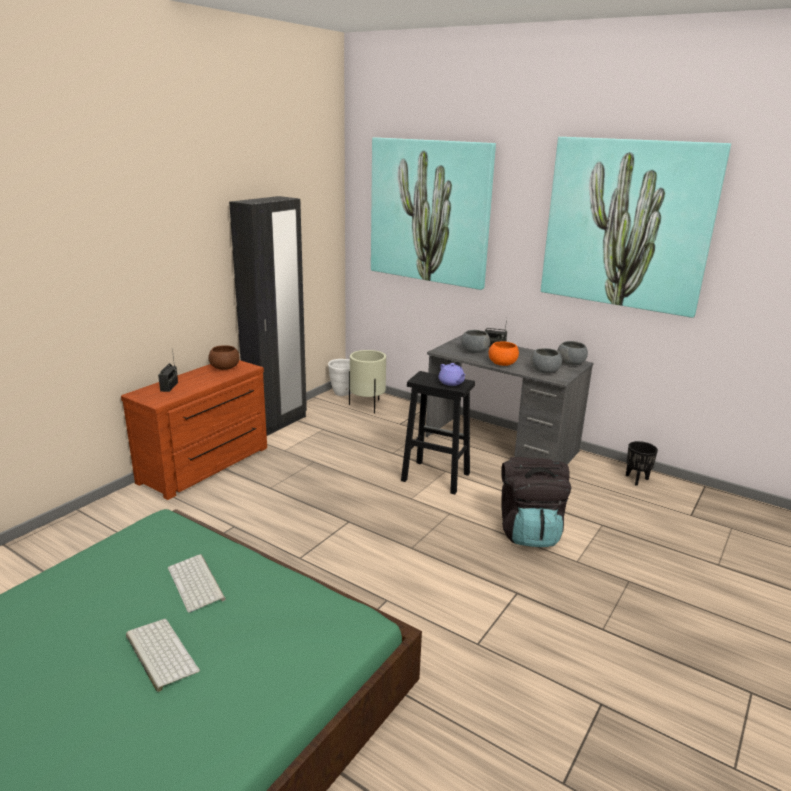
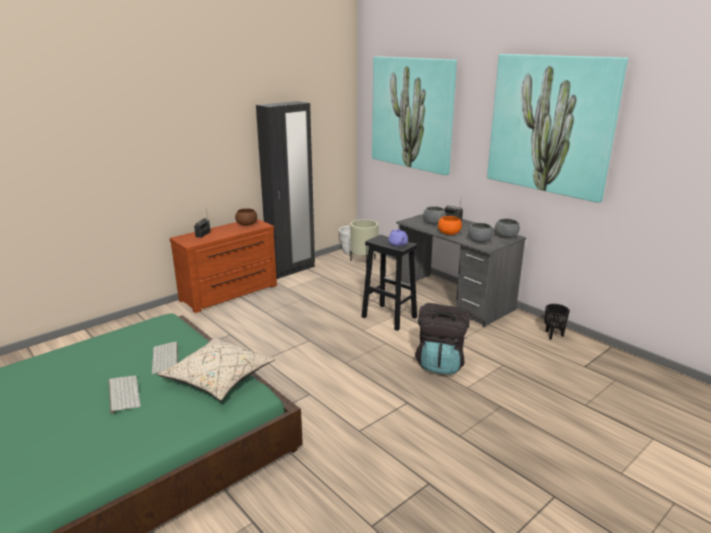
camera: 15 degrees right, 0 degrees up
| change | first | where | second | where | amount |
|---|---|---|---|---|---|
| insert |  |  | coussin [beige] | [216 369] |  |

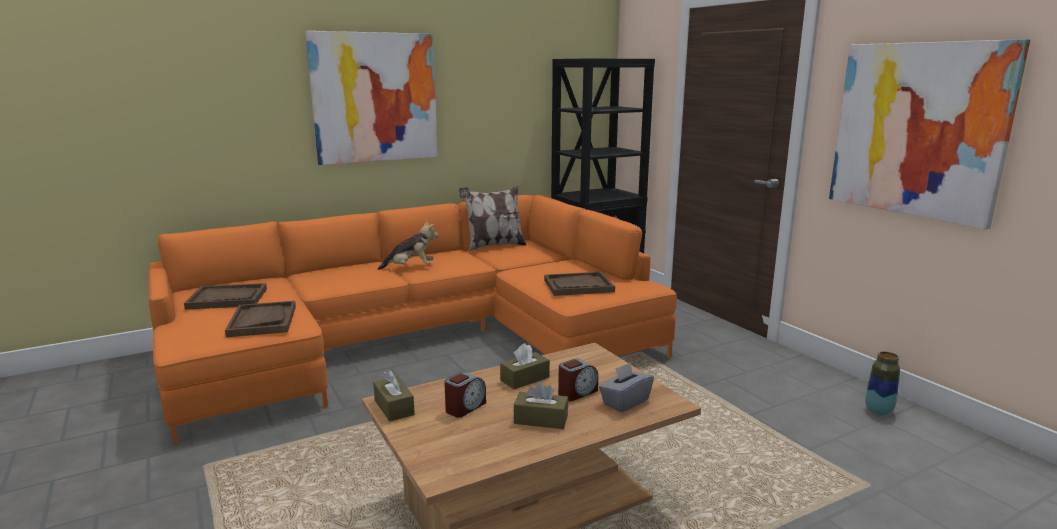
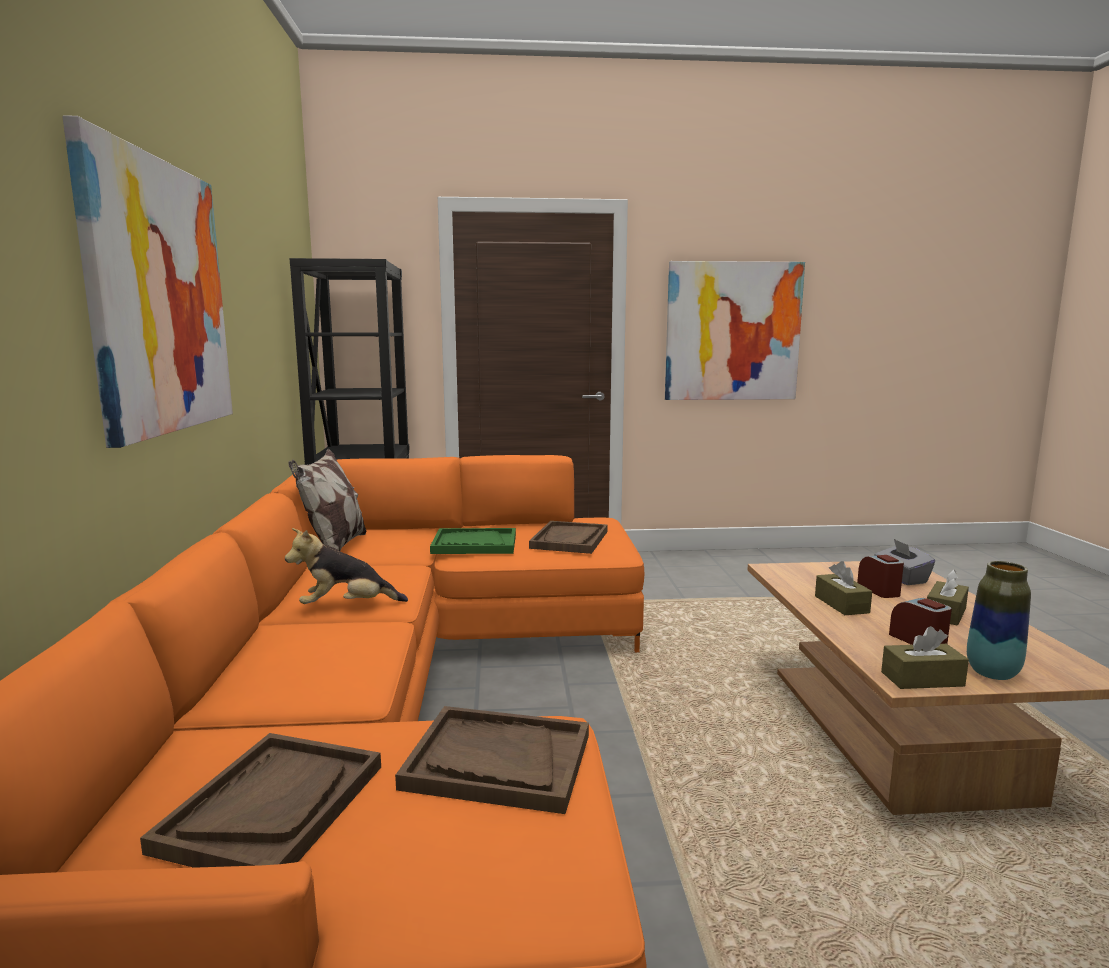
camera: 65 degrees left, 5 degrees down
| change | first | where | second | where | amount |
|---|---|---|---|---|---|
| rotate | peluche | [408 245] |  | [346 566] | 120 degrees counterclockwise |
| move | vase | [882 383] |  | [999 620] |  |
| insert |  |  | plateau [vert] | [473 541] |  |

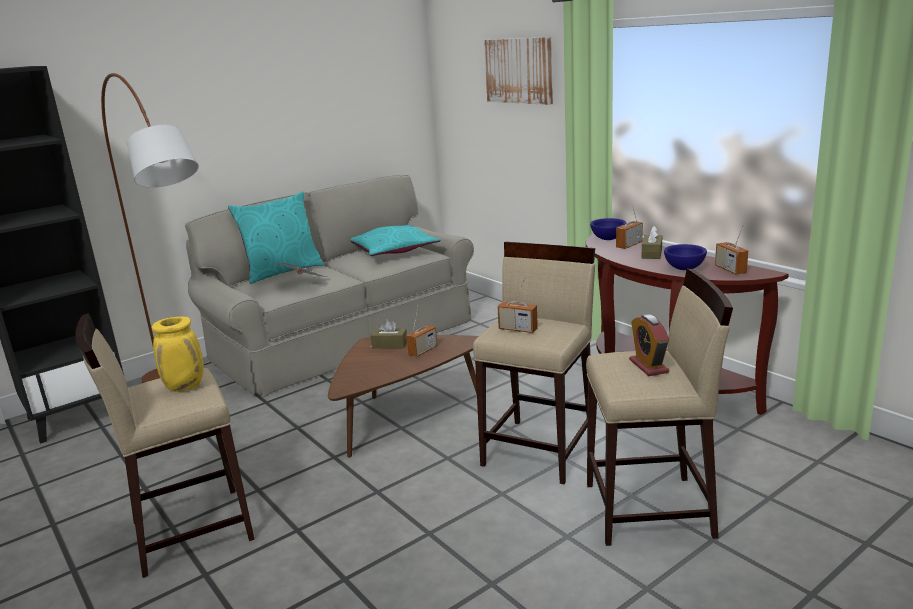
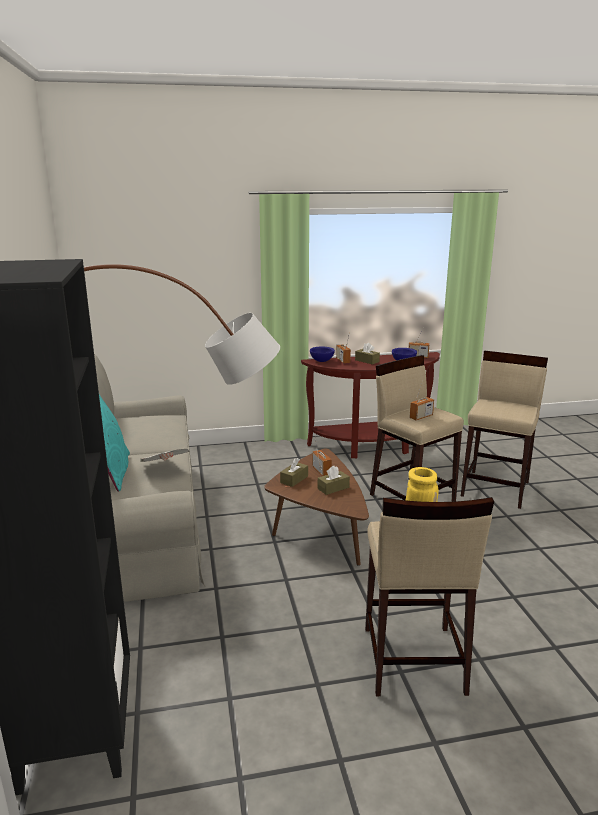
camera: 65 degrees left, 0 degrees up
| change | first | where | second | where | amount |
|---|---|---|---|---|---|
| delete | coussin [turquoise] | [395 240] |  |  |  |
| delete | tableau | [518 71] |  |  |  |
| delete | réveil | [649 345] |  |  |  |
| insert |  |  | boîte à mouchoirs [marron] | [334 480] |  |

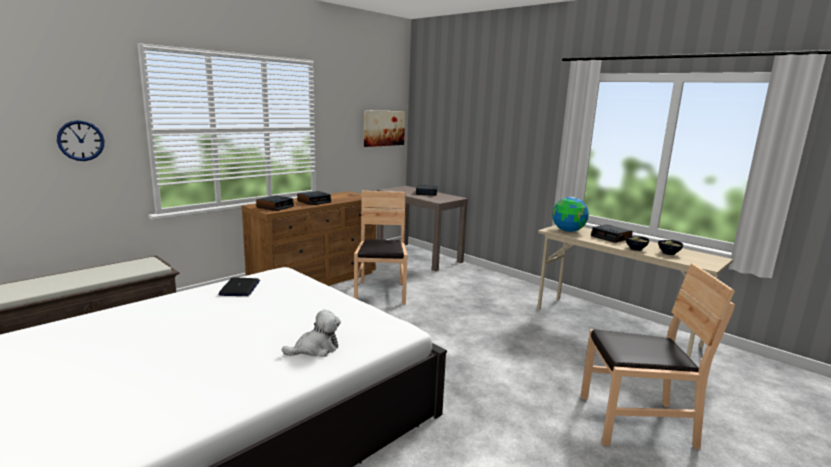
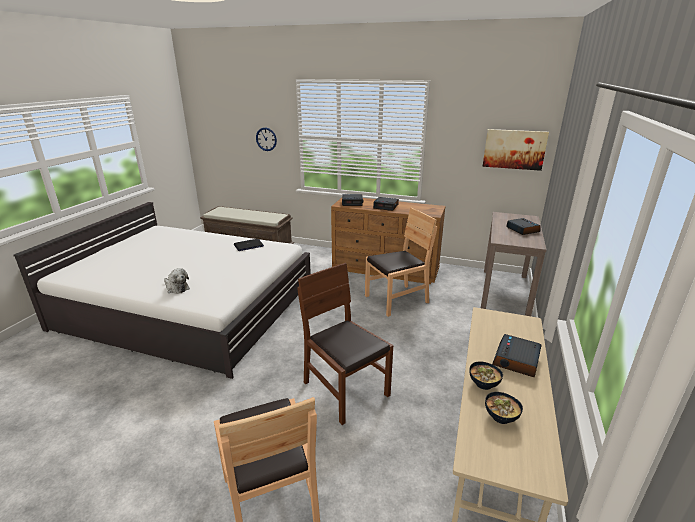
camera: 65 degrees right, 10 degrees up
| change | first | where | second | where | amount |
|---|---|---|---|---|---|
| delete | globe | [570 214] |  |  |  |
| insert |  |  | chaise [marron] | [345 344] |  |

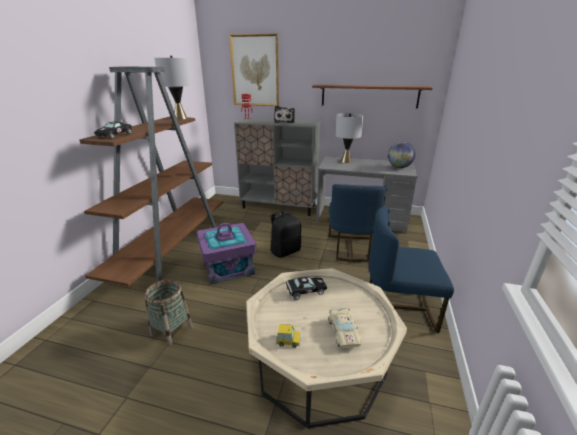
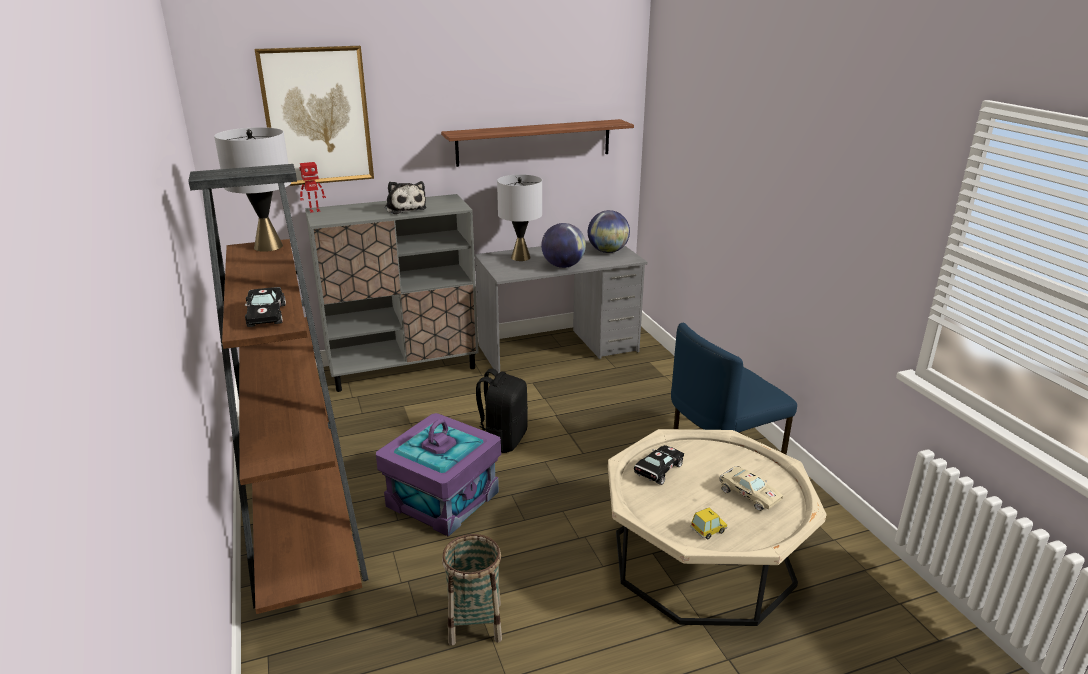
camera: 35 degrees left, 0 degrees up
| change | first | where | second | where | amount |
|---|---|---|---|---|---|
| delete | chaise [bleu] | [358 223] |  |  |  |
| insert |  |  | globe | [563 245] |  |

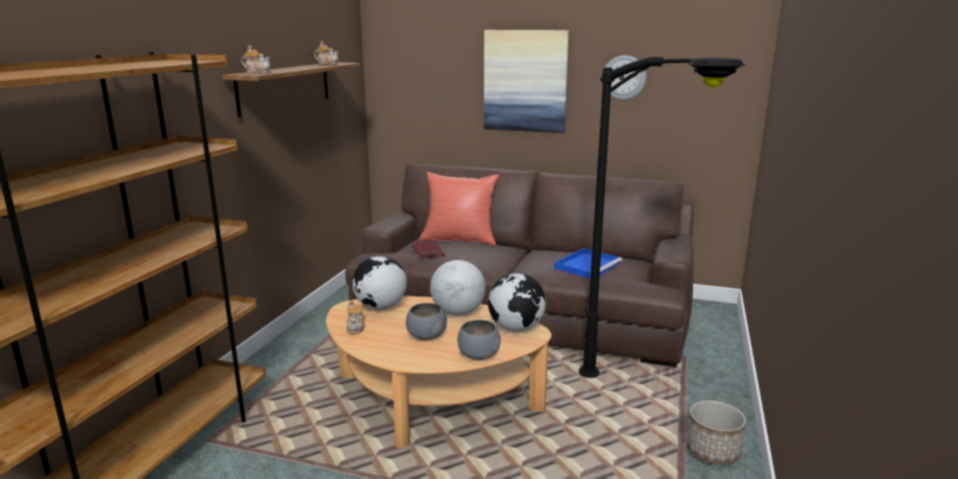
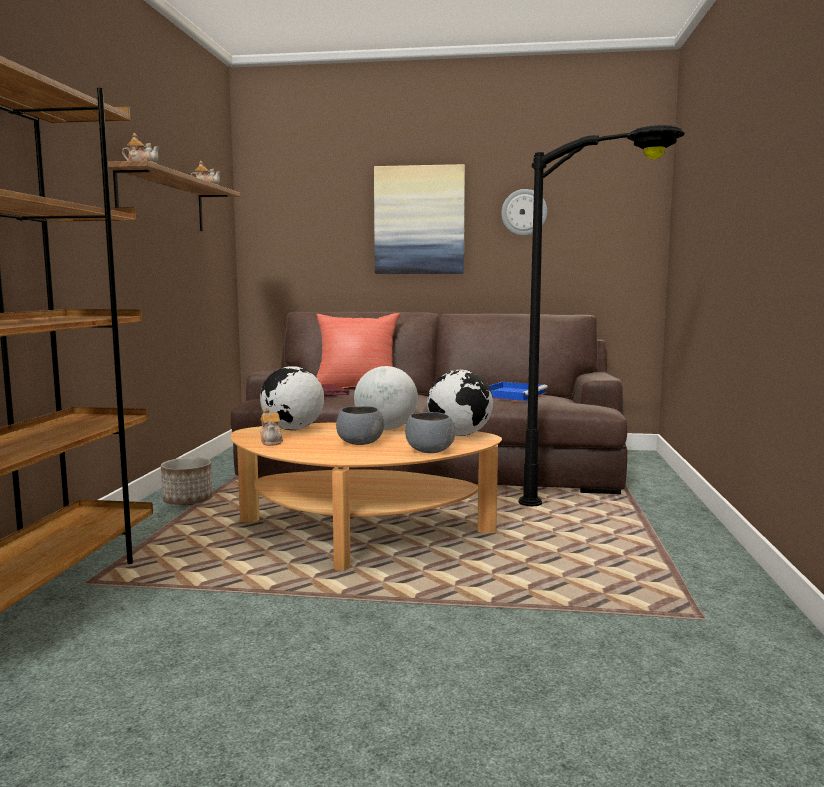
camera: 10 degrees left, 10 degrees down
| change | first | where | second | where | amount |
|---|---|---|---|---|---|
| move | cache-pot | [716 432] |  | [187 481] |  |

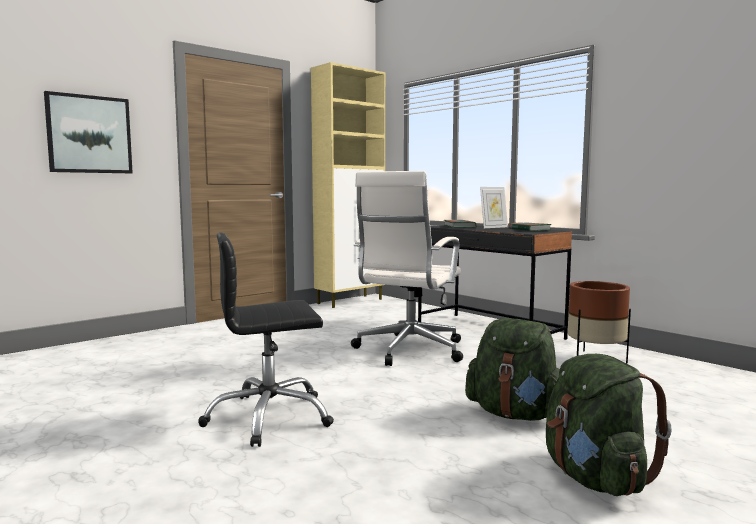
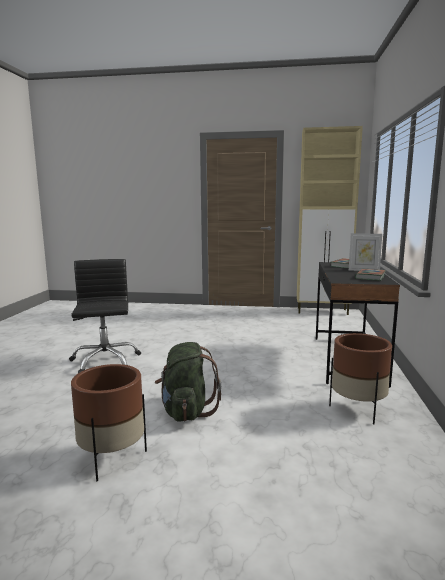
camera: 50 degrees right, 5 degrees up
| change | first | where | second | where | amount |
|---|---|---|---|---|---|
| delete | tableau | [88 132] |  |  |  |
| rotate | chaise de bureau [noir] | [266 340] |  | [105 316] | 45 degrees clockwise |
| delete | chaise de bureau [blanc] | [407 268] |  |  |  |
| replace | sac à dos [vert] | [609 425] | cache-pot [marron] | [109 423] |  |

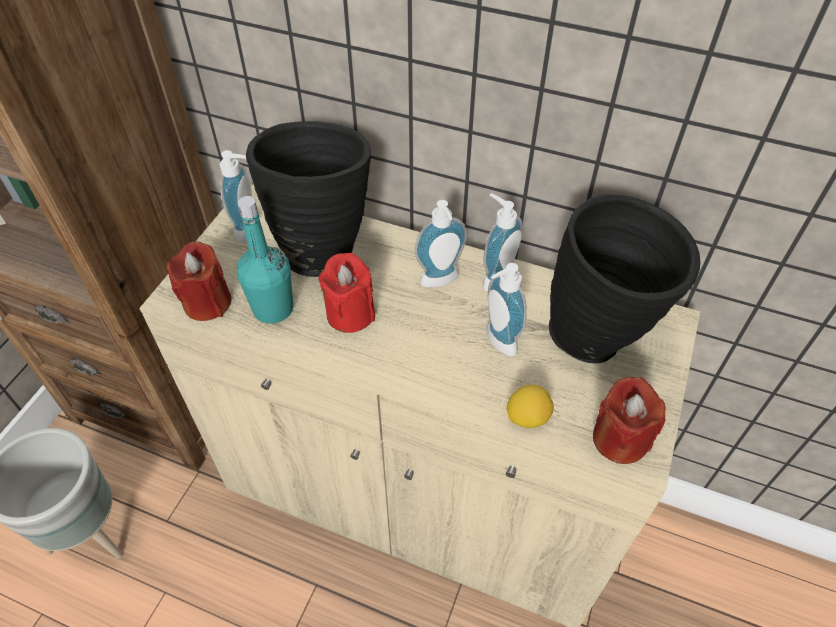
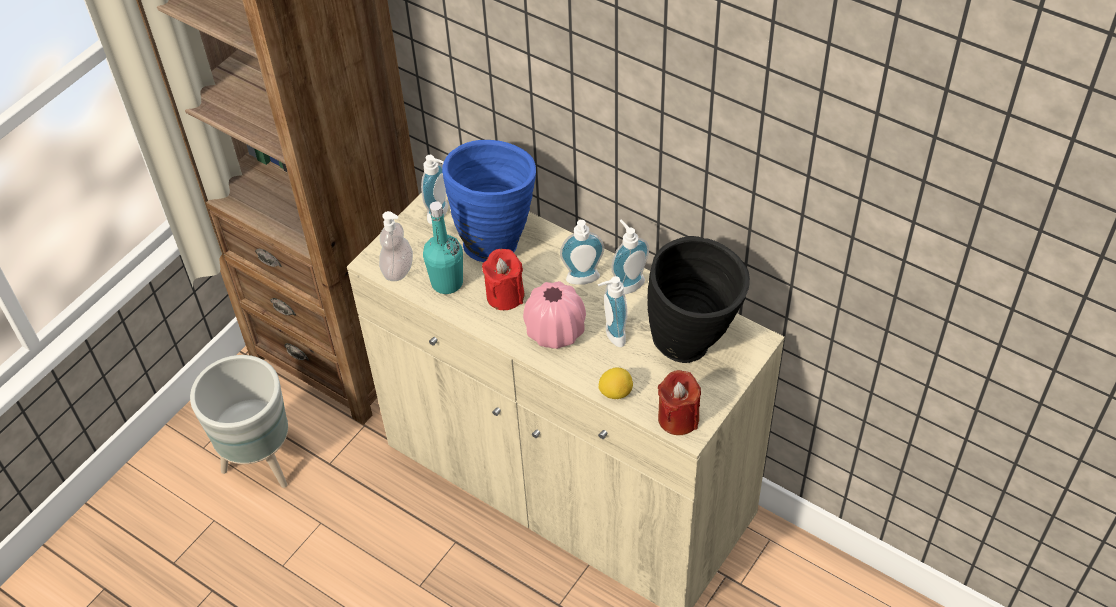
camera: 15 degrees right, 0 degrees up
| change | first | where | second | where | amount |
|---|---|---|---|---|---|
| replace | bougie [rouge] | [198 281] | distributeur de savon | [396 246] |  |
| recolor | vase [noir] | [308 199] | vase [bleu] | [489 201] |  |
| insert |  |  | vase [rose] | [554 315] |  |

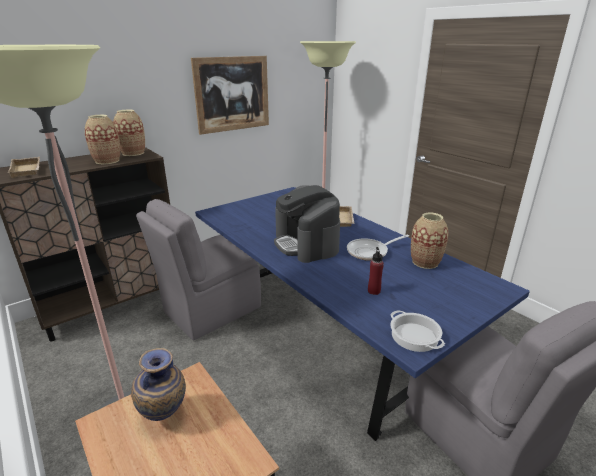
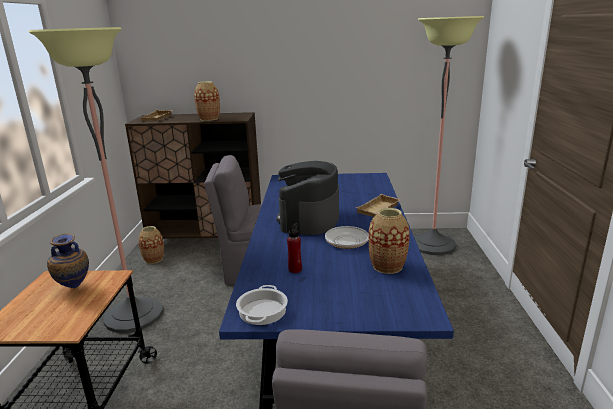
camera: 40 degrees right, 5 degrees down
| change | first | where | second | where | amount |
|---|---|---|---|---|---|
| move | vase | [129 133] |  | [151 245] |  |
| delete | tableau | [230 95] |  |  |  |

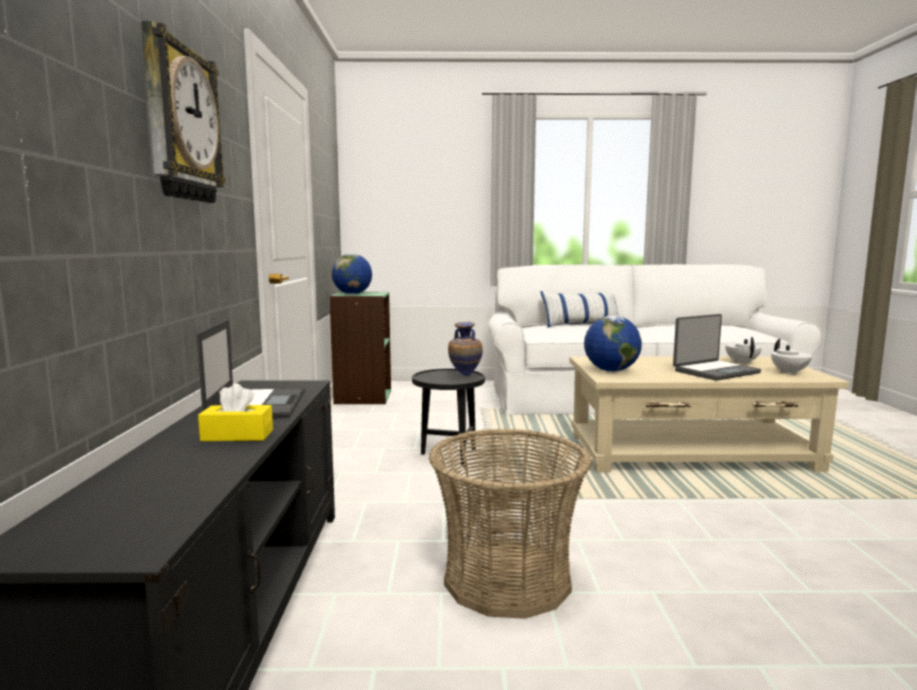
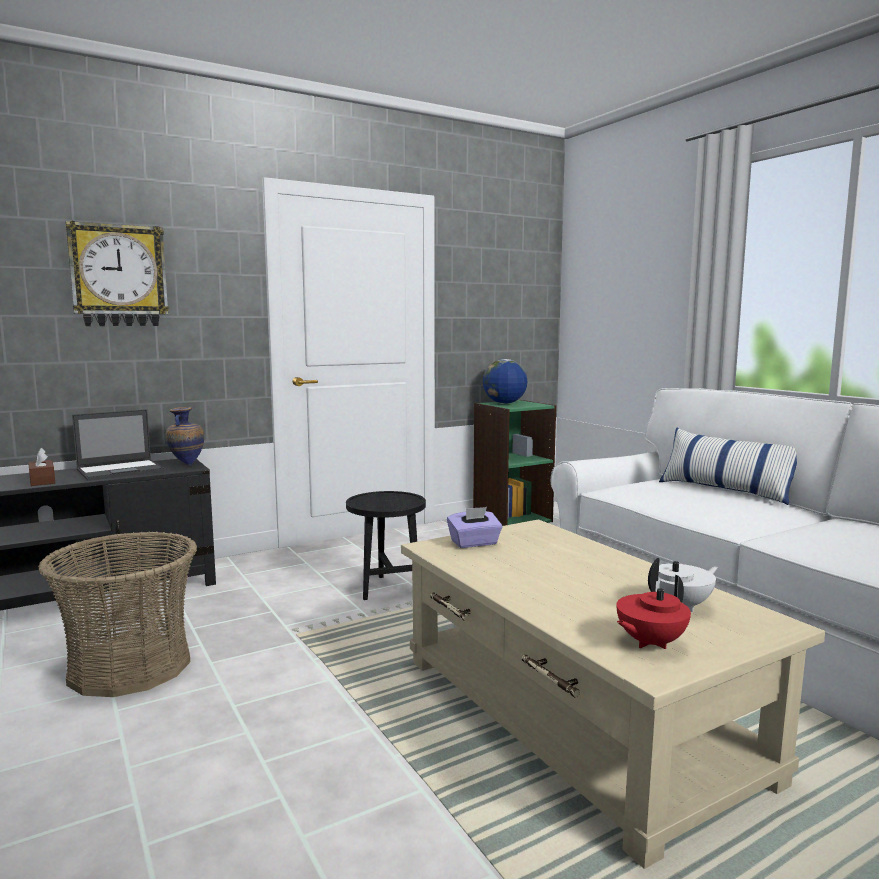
camera: 60 degrees right, 0 degrees up
| change | first | where | second | where | amount |
|---|---|---|---|---|---|
| recolor | boîte à mouchoirs [jaune] | [235 412] | boîte à mouchoirs [marron] | [41 467] |  |
| move | vase | [465 349] |  | [184 436] |  |
| replace | globe | [613 344] | boîte à mouchoirs [violet] | [475 527] |  |
| delete | ordinateur portable | [717 347] |  |  |  |
| recolor | théière [blanc] | [791 357] | théière [rouge] | [653 612] |  |

